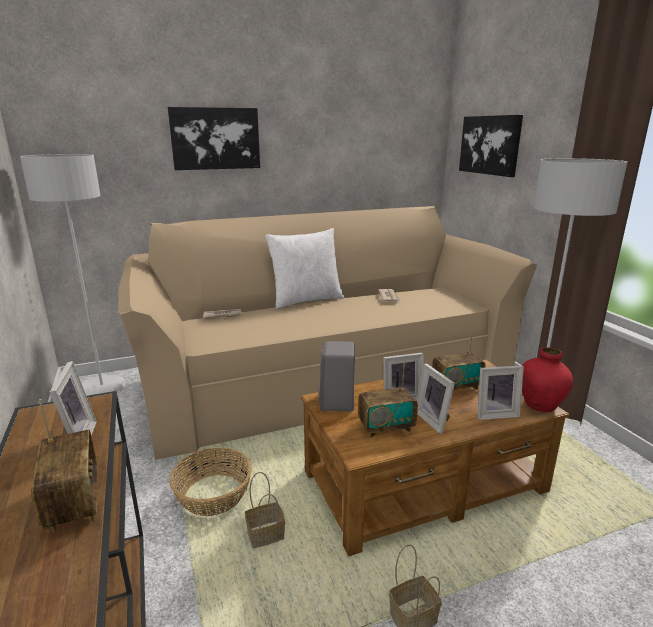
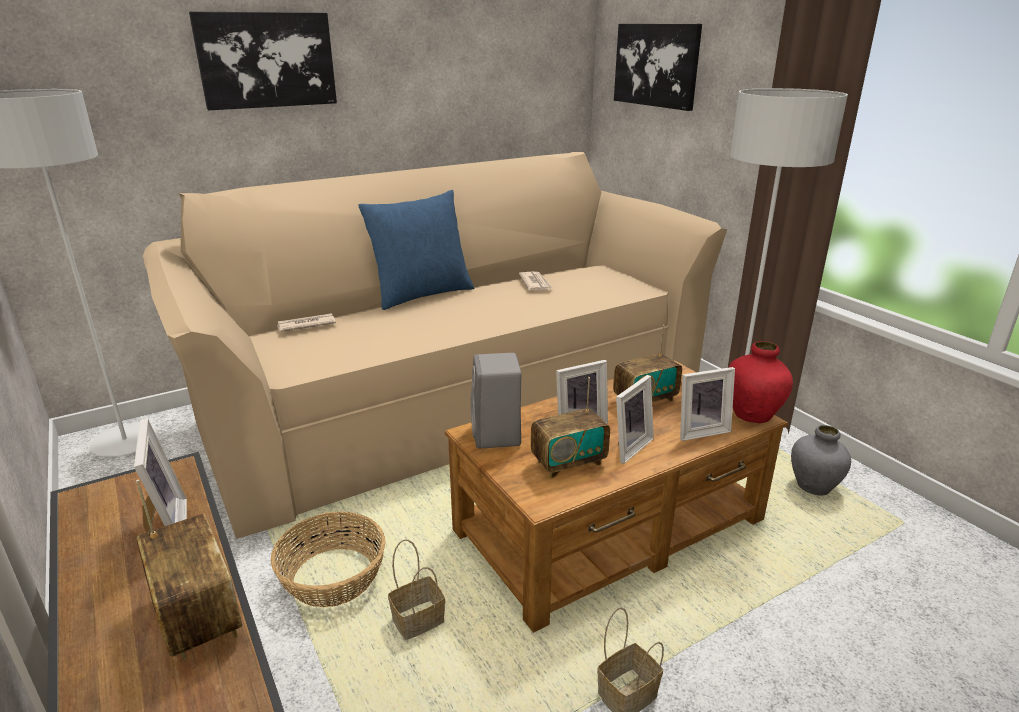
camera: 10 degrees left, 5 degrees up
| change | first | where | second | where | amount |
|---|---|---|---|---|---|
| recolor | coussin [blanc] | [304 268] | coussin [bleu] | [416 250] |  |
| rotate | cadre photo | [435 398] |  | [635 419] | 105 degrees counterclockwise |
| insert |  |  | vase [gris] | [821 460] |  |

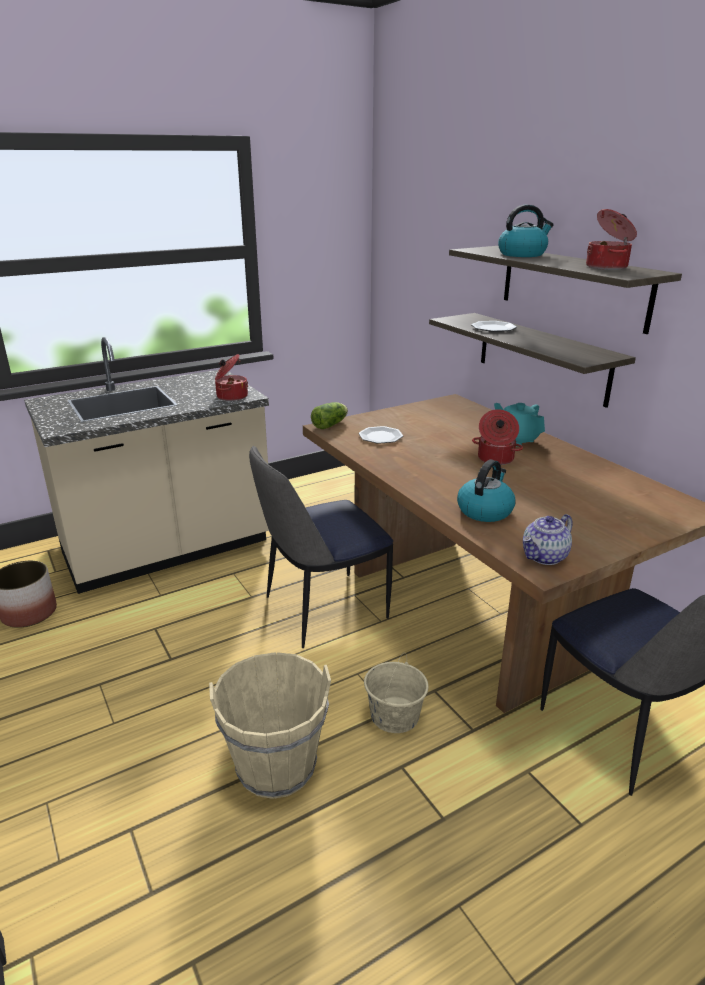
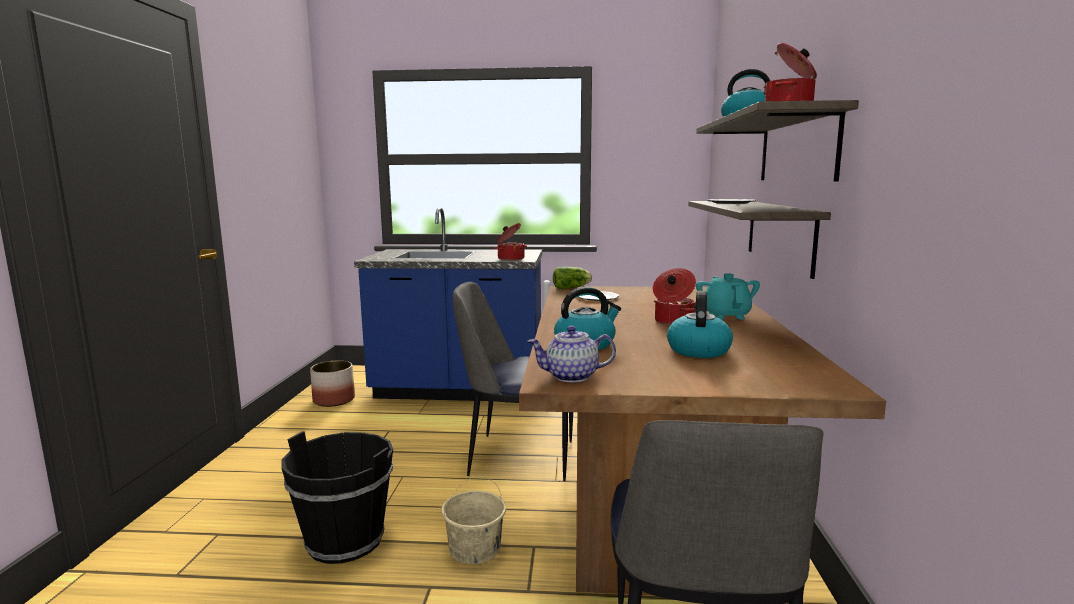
camera: 35 degrees right, 15 degrees down
| change | first | where | second | where | amount |
|---|---|---|---|---|---|
| recolor | comptoir de cuisine [beige] | [146 465] | comptoir de cuisine [bleu] | [448 304] |  |
| recolor | seau [beige] | [270 725] | seau [noir] | [337 497] |  |
| insert |  |  | bouilloire | [700 324] |  |

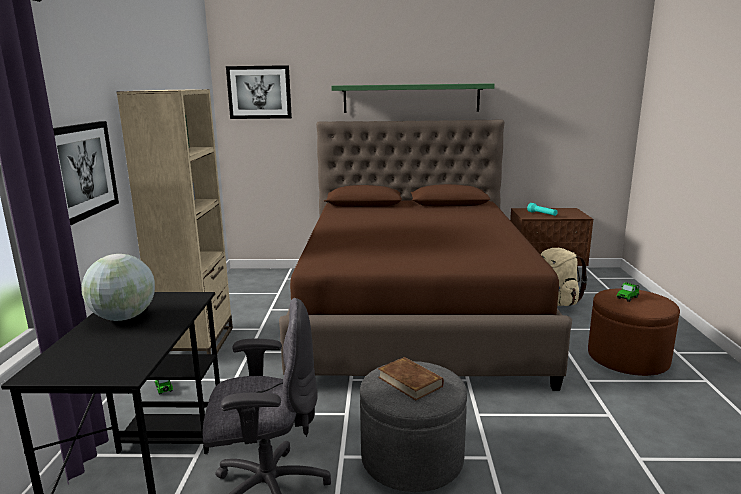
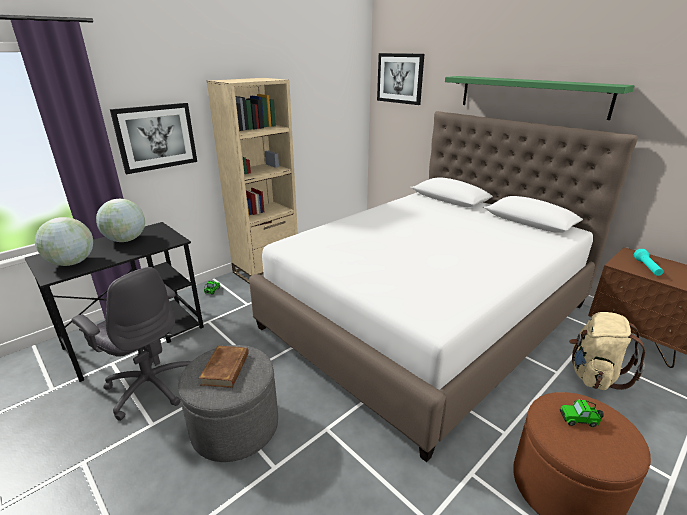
camera: 45 degrees right, 10 degrees up
| change | first | where | second | where | amount |
|---|---|---|---|---|---|
| recolor | lit [marron] | [425 255] | lit [blanc] | [443 286] |  |
| insert |  |  | globe | [64 241] |  |

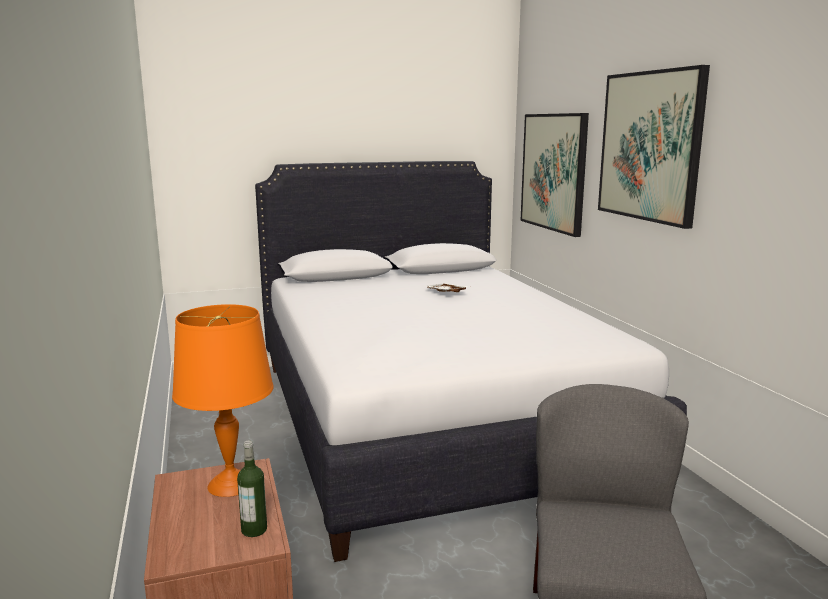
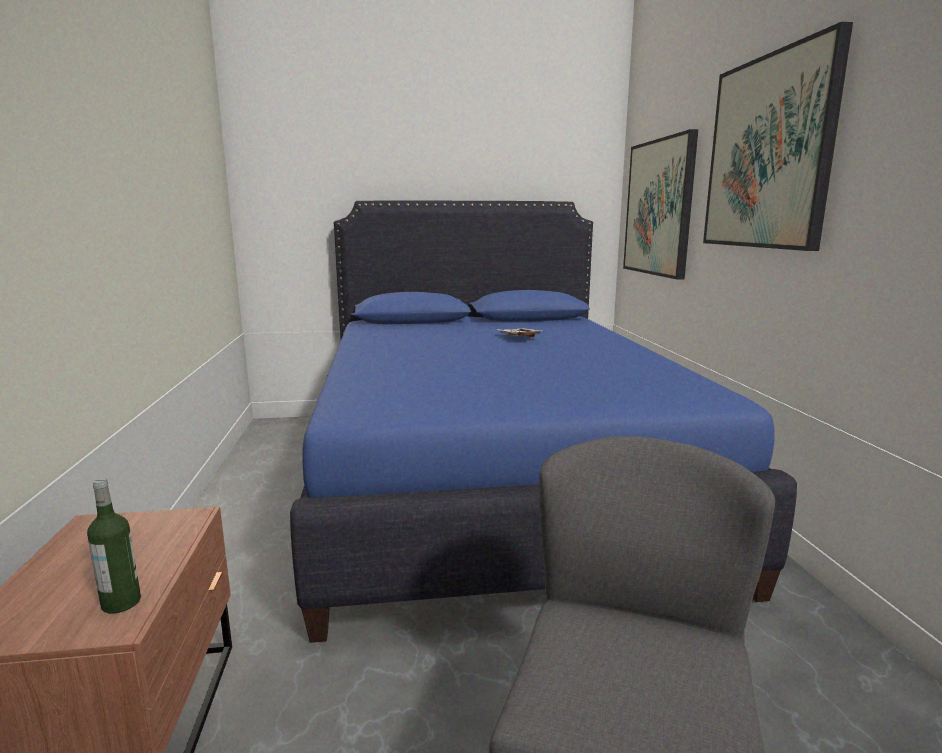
camera: 10 degrees right, 0 degrees up
| change | first | where | second | where | amount |
|---|---|---|---|---|---|
| delete | lampe de table [orange] | [223 400] |  |  |  |
| recolor | lit [blanc] | [471 361] | lit [bleu] | [543 421] |  |

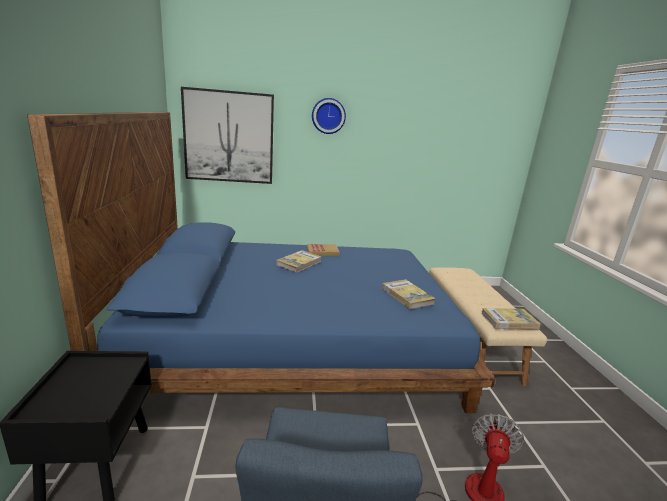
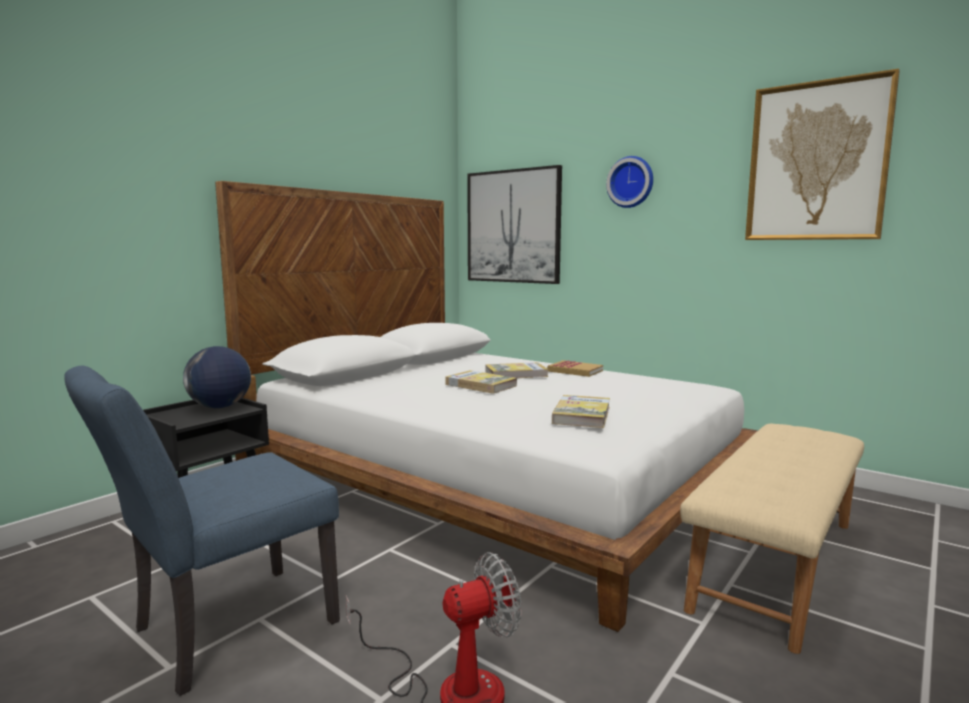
camera: 45 degrees right, 10 degrees down
| change | first | where | second | where | amount |
|---|---|---|---|---|---|
| recolor | lit [bleu] | [261 262] | lit [blanc] | [486 406] |  |
| move | livre | [511 319] |  | [481 382] |  |
| insert |  |  | globe | [217 377] |  |
| insert |  |  | tableau | [822 154] |  |

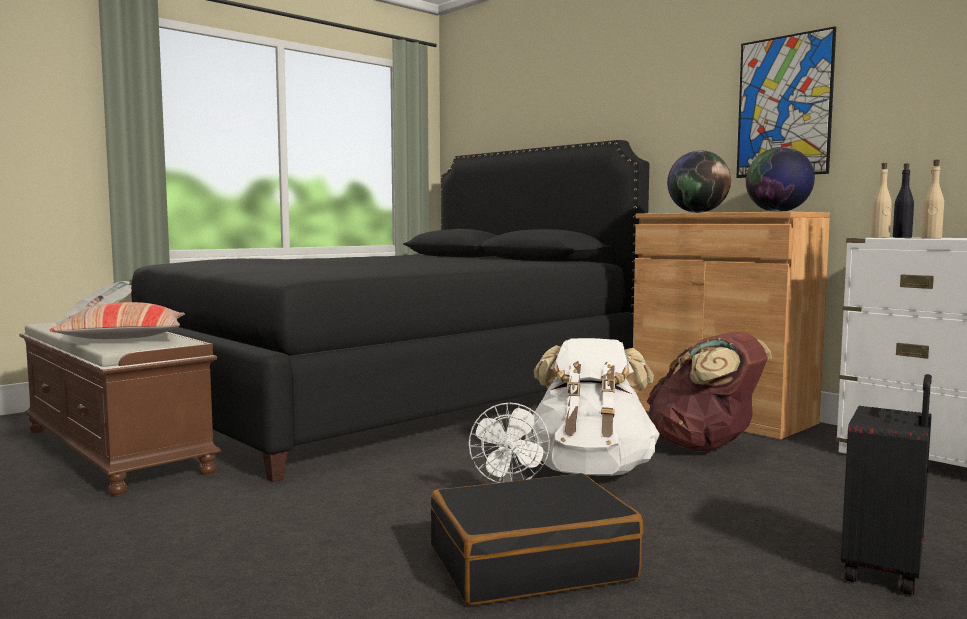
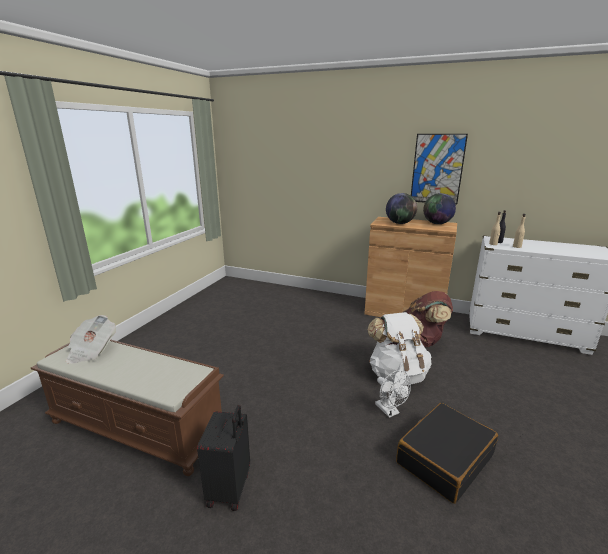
camera: 25 degrees left, 15 degrees up
| change | first | where | second | where | amount |
|---|---|---|---|---|---|
| delete | coussin | [117 320] |  |  |  |
| delete | lit [noir] | [390 311] |  |  |  |
| move | valise [noir] | [886 484] |  | [223 458] |  |

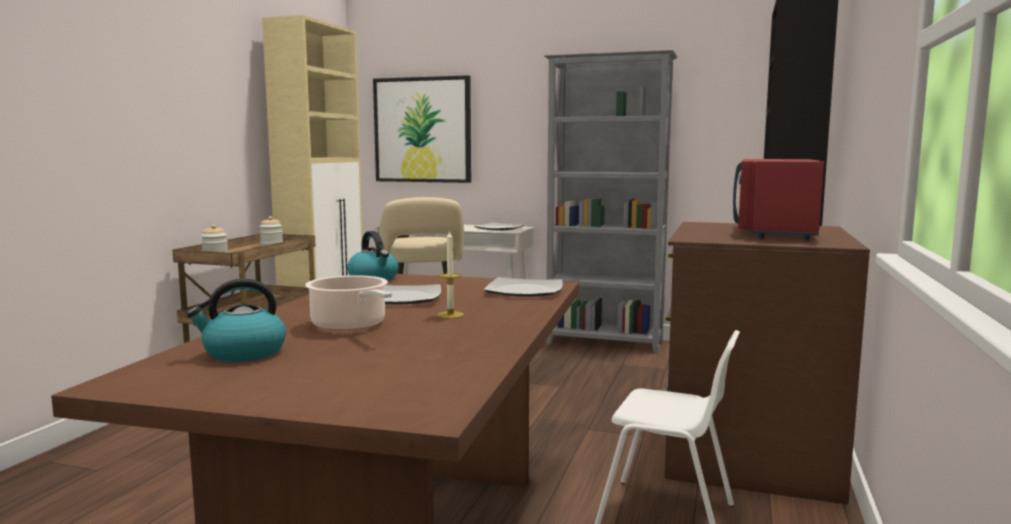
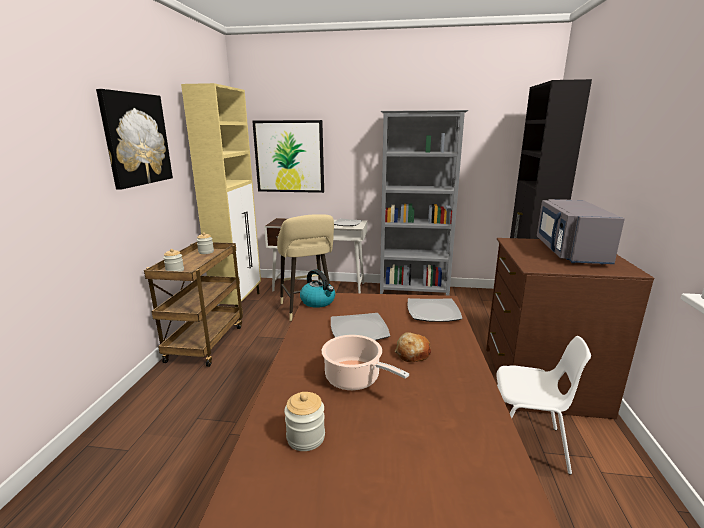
camera: 10 degrees left, 10 degrees up
| change | first | where | second | where | amount |
|---|---|---|---|---|---|
| replace | bouilloire | [236 320] | bocal | [304 421] |  |
| replace | bougie | [450 274] | pain | [413 347] |  |
| recolor | micro-ondes [rouge] | [778 199] | micro-ondes [gris] | [581 232] |  |
| insert |  |  | tableau | [134 139] |  |

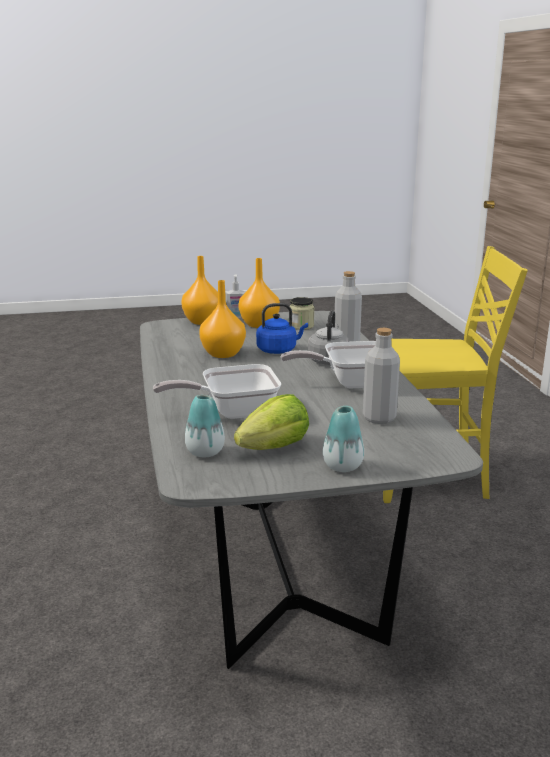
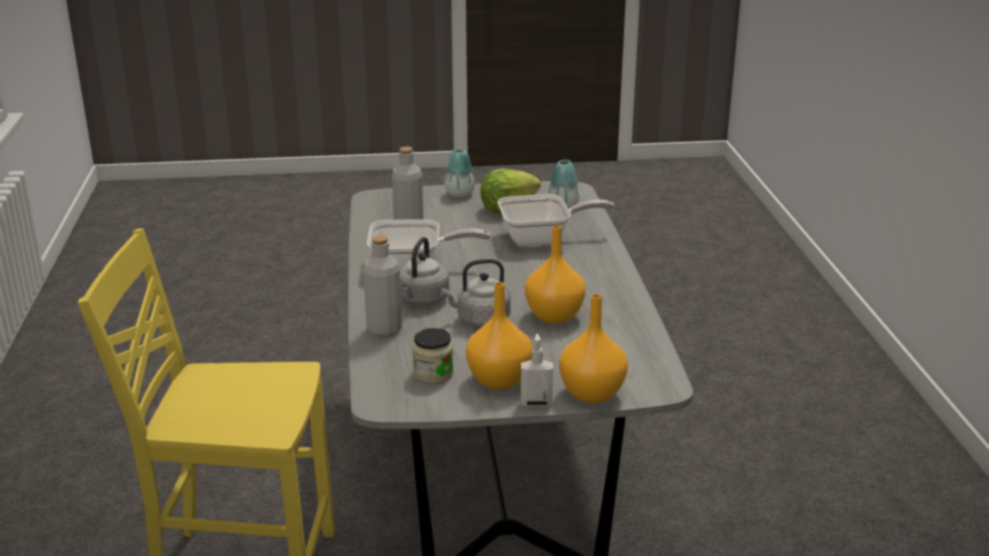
camera: 175 degrees left, 5 degrees up
| change | first | where | second | where | amount |
|---|---|---|---|---|---|
| recolor | bouilloire [bleu] | [282 328] | bouilloire [gris] | [476 293] |  |

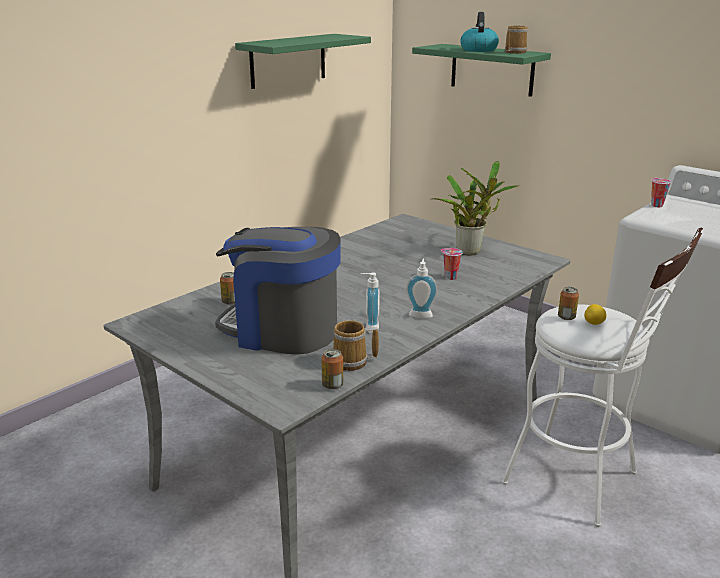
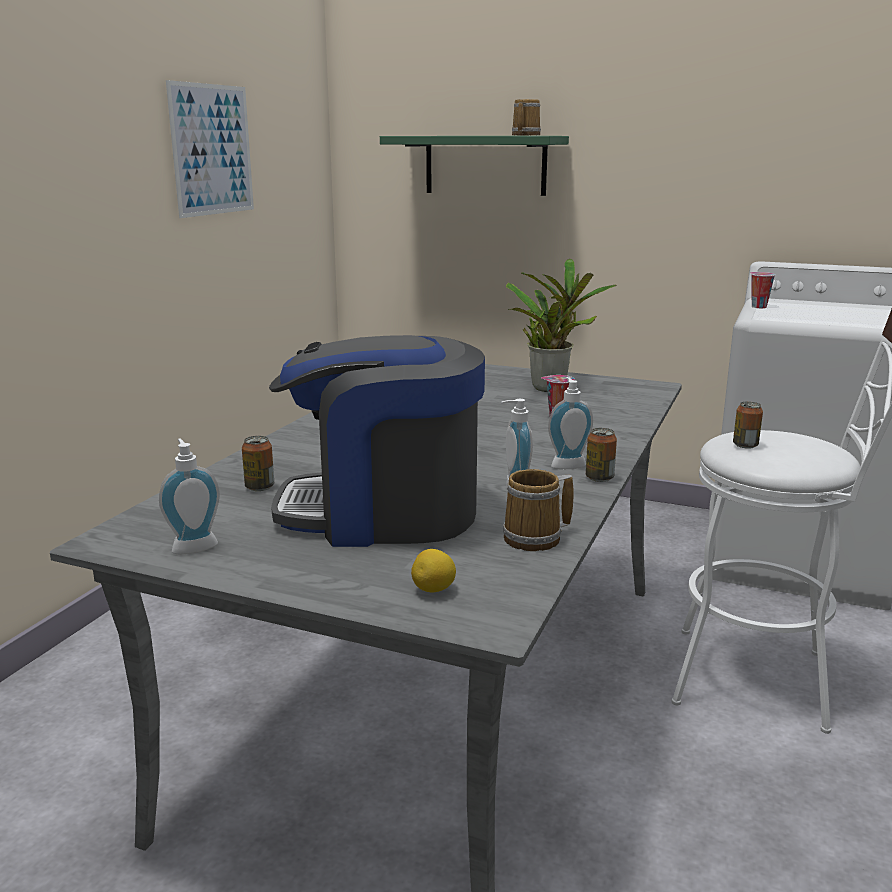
camera: 20 degrees left, 5 degrees down
| change | first | where | second | where | amount |
|---|---|---|---|---|---|
| replace | étagère [vert] | [303 61] | tableau | [210 149] |  |
| move | boîte métallique | [332 369] |  | [601 455] |  |
| delete | bouilloire | [479 32] |  |  |  |
| move | citron | [595 314] |  | [433 570] |  |
| insert |  |  | distributeur de savon | [189 496] |  |

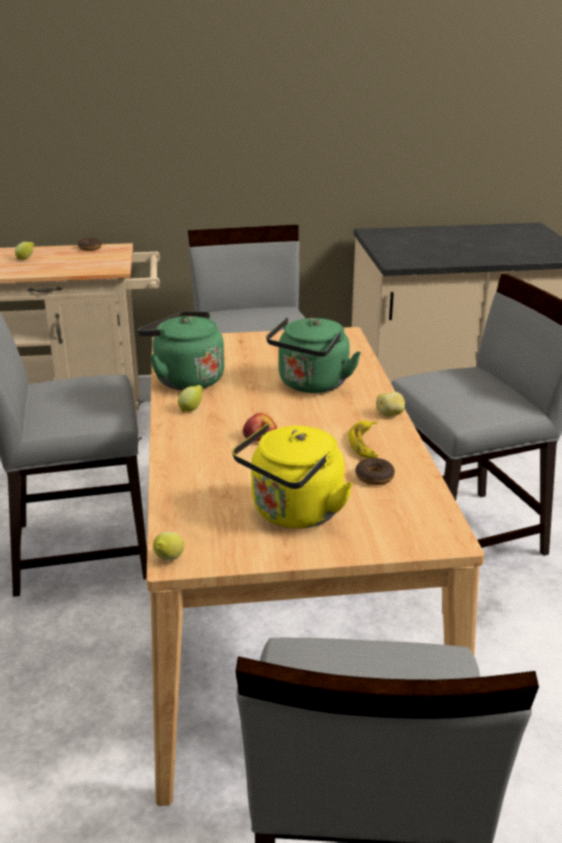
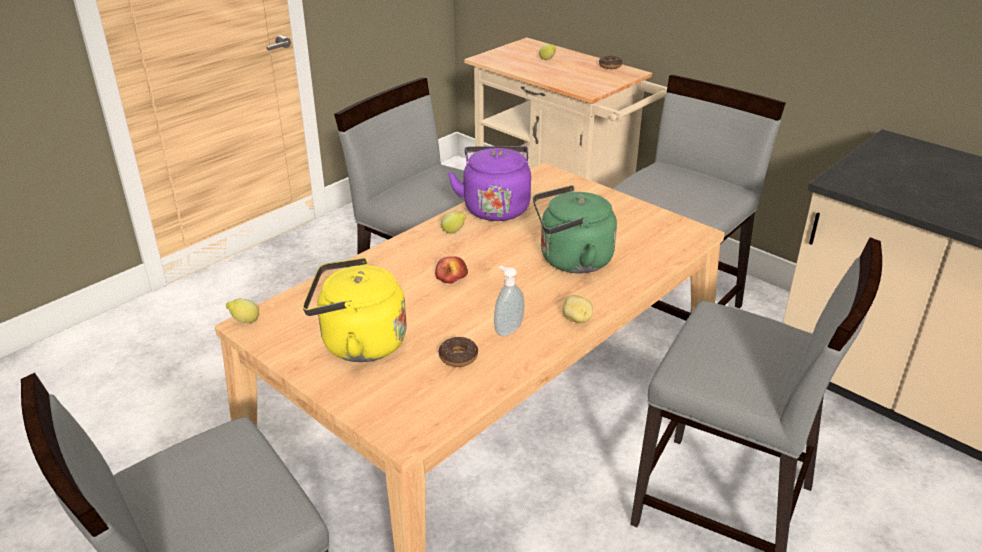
camera: 50 degrees right, 5 degrees up
| change | first | where | second | where | amount |
|---|---|---|---|---|---|
| recolor | bouilloire [vert] | [181 350] | bouilloire [violet] | [489 183] |  |
| replace | banane | [363 439] | distributeur de savon | [509 301] |  |

